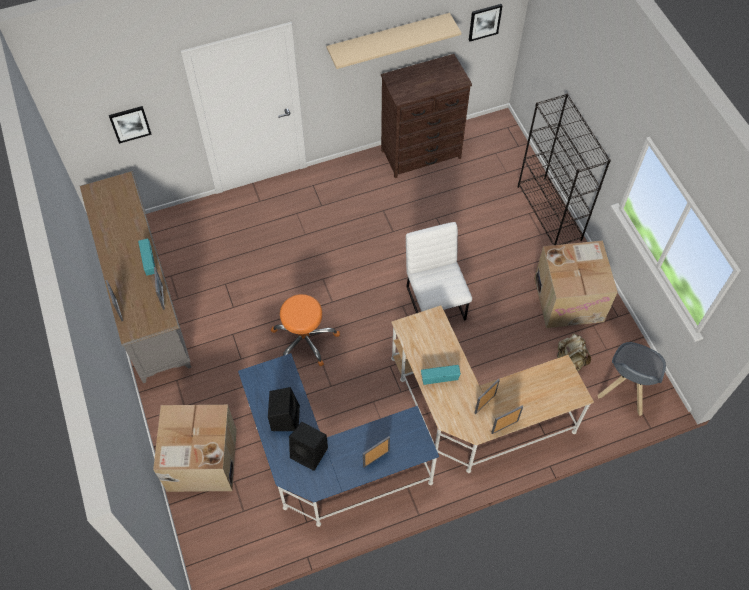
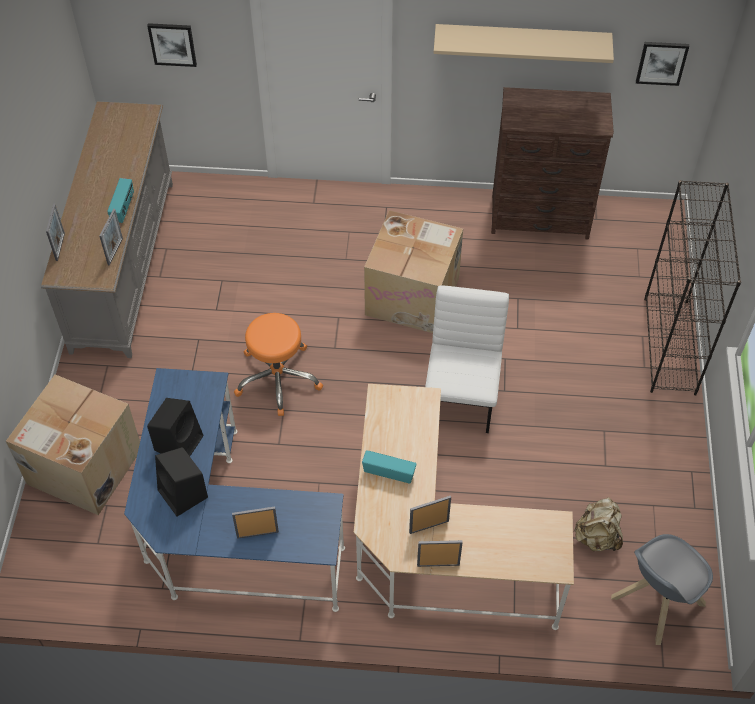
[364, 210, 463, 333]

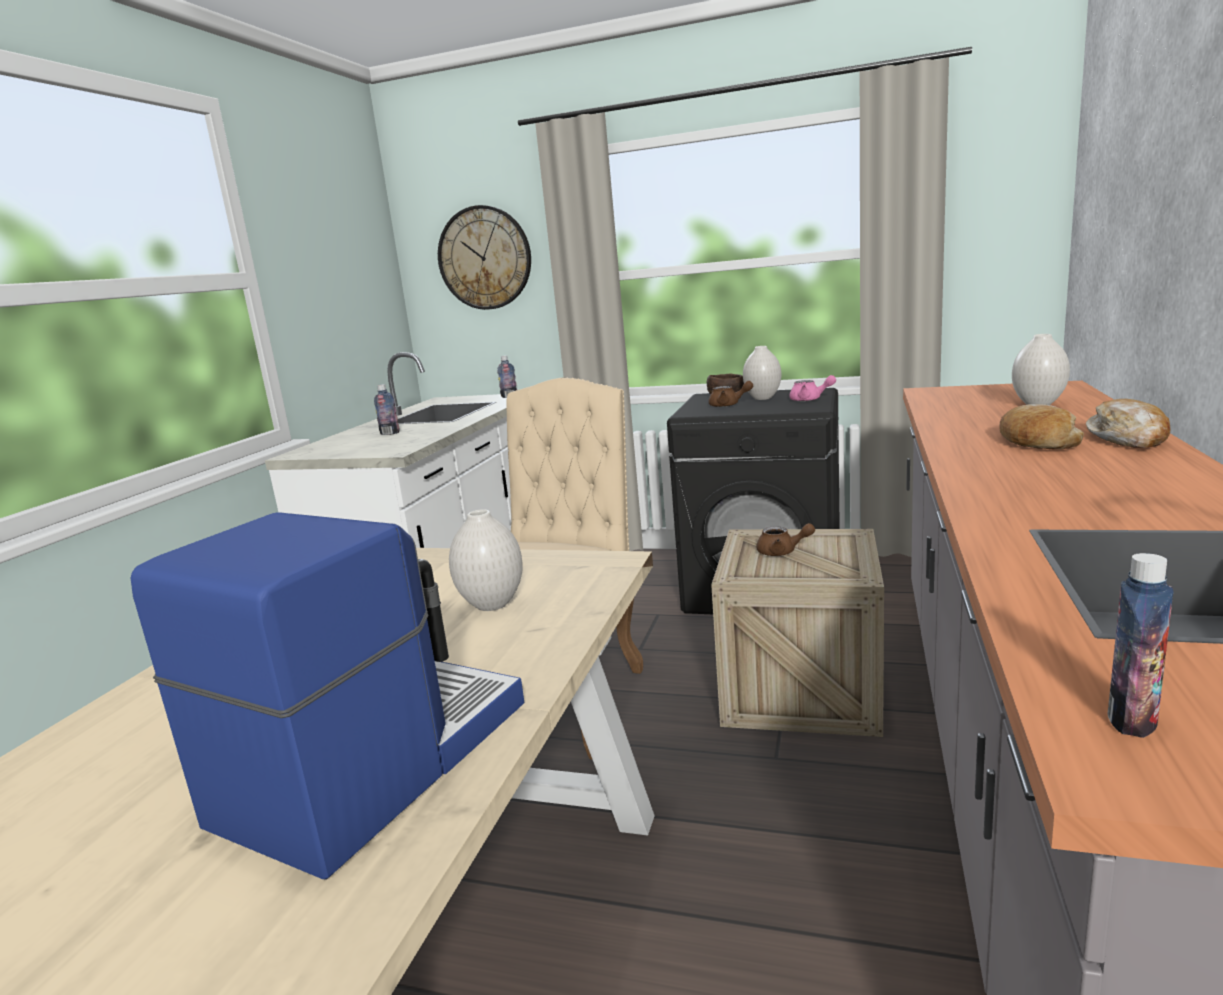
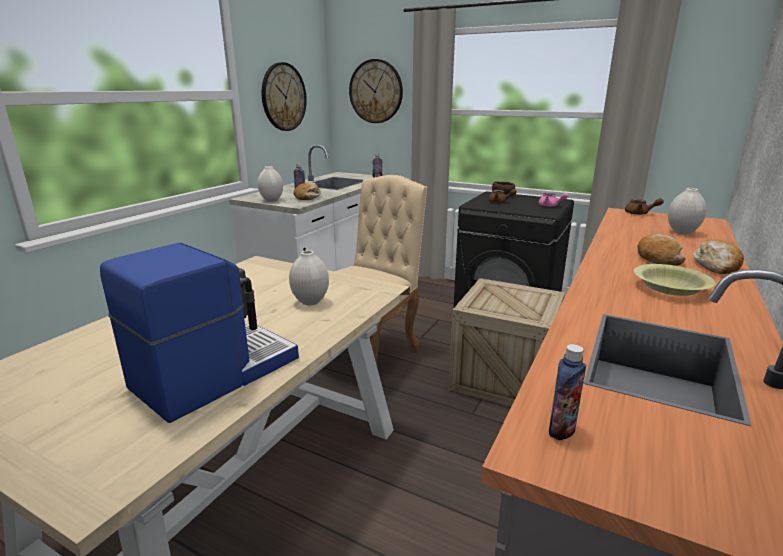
[258, 166, 283, 202]
[262, 62, 307, 131]
[294, 182, 321, 200]
[625, 198, 664, 215]
[634, 264, 715, 296]

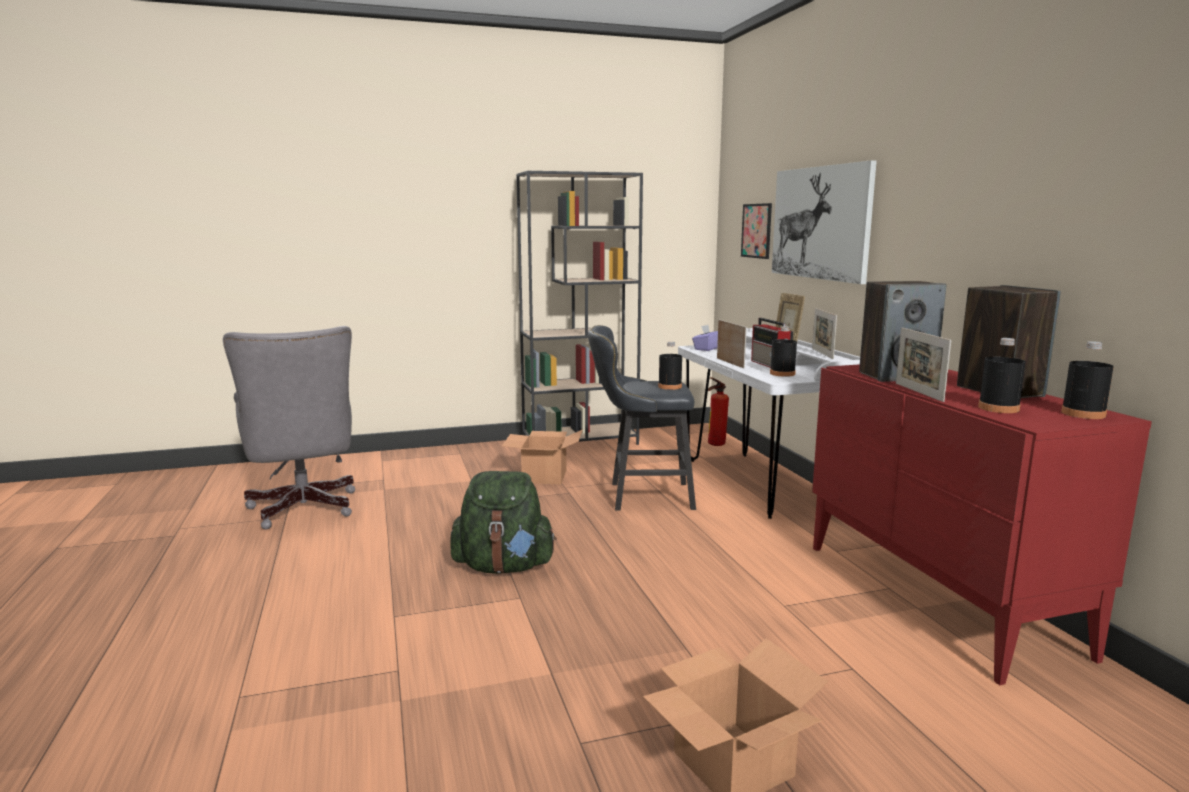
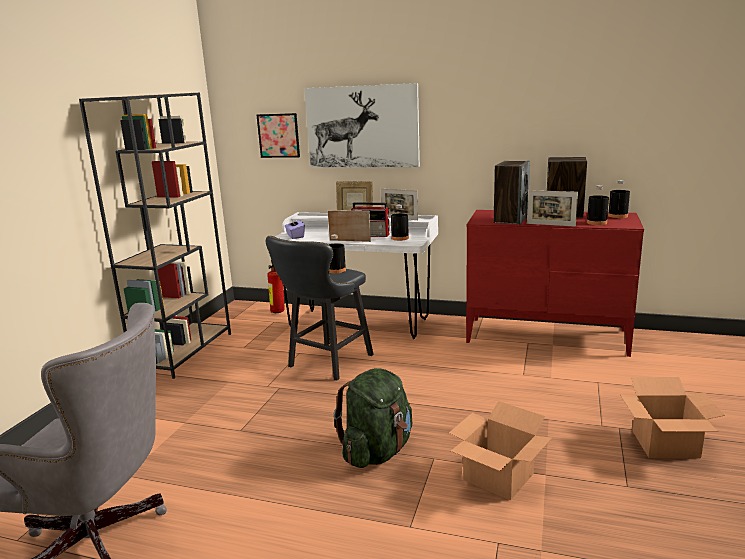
[449, 401, 552, 501]

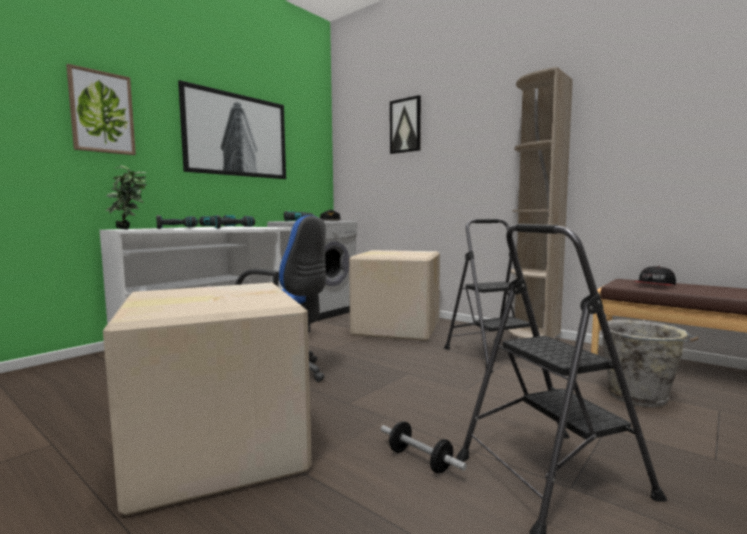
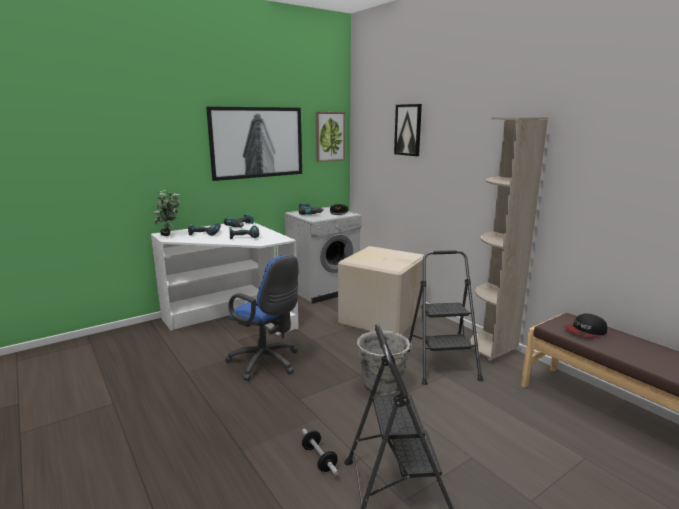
[316, 112, 345, 162]
[357, 330, 412, 396]
[103, 283, 312, 516] (first image)

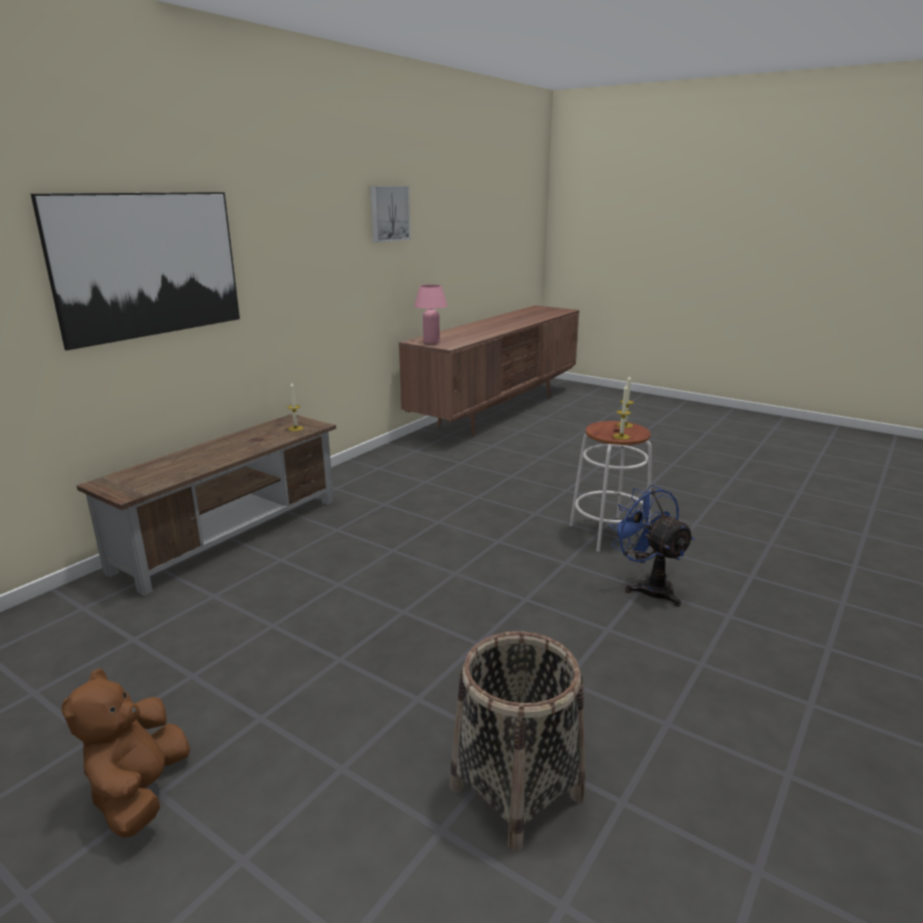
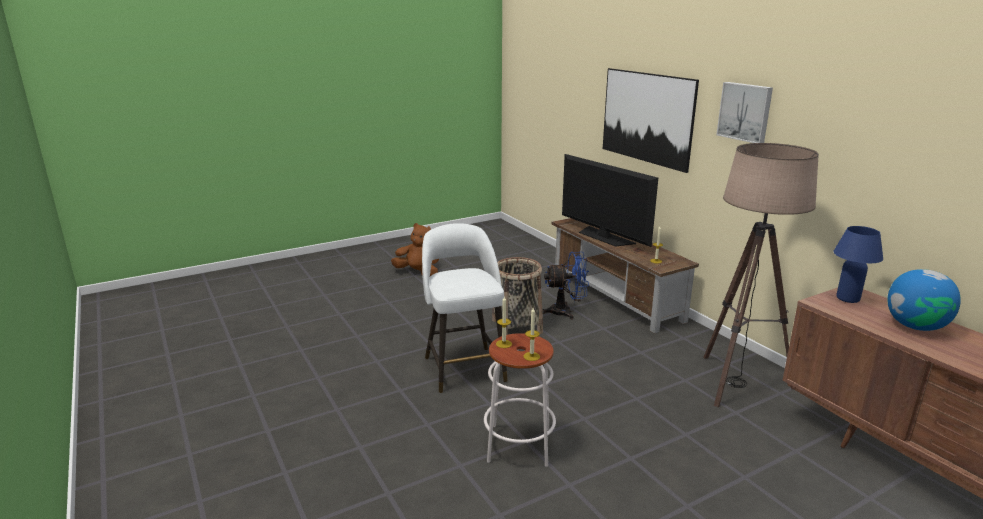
[422, 223, 508, 393]
[492, 257, 543, 335]
[542, 252, 589, 319]
[562, 154, 658, 247]
[703, 143, 819, 407]
[716, 82, 773, 143]
[833, 226, 883, 303]
[887, 269, 961, 331]

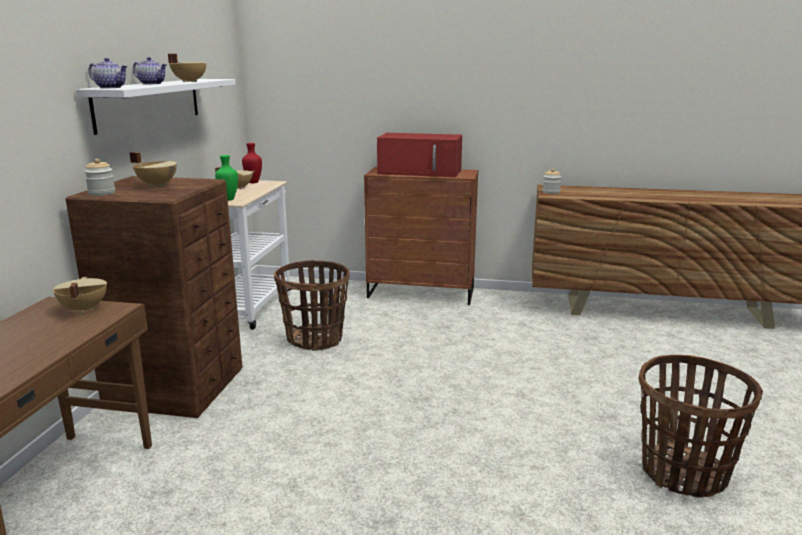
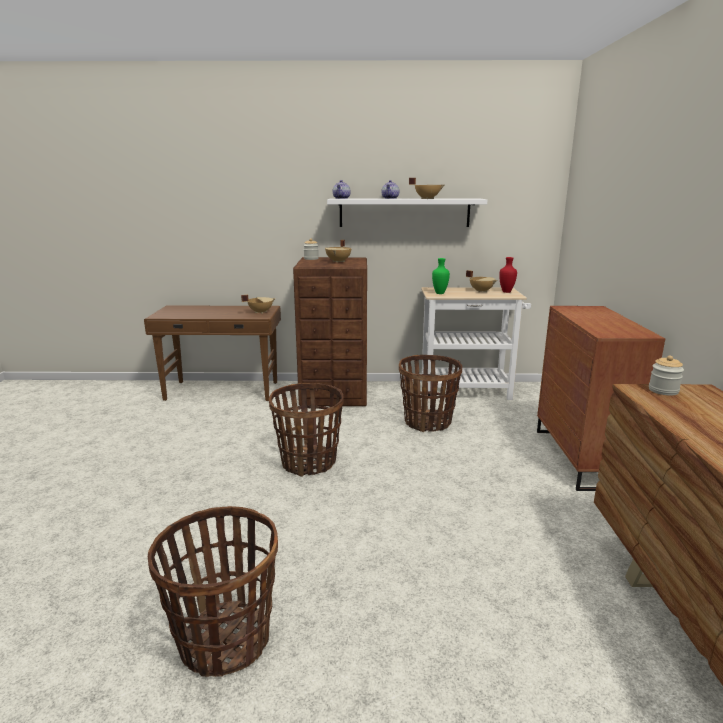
[269, 383, 344, 477]
[377, 133, 462, 177] (first image)

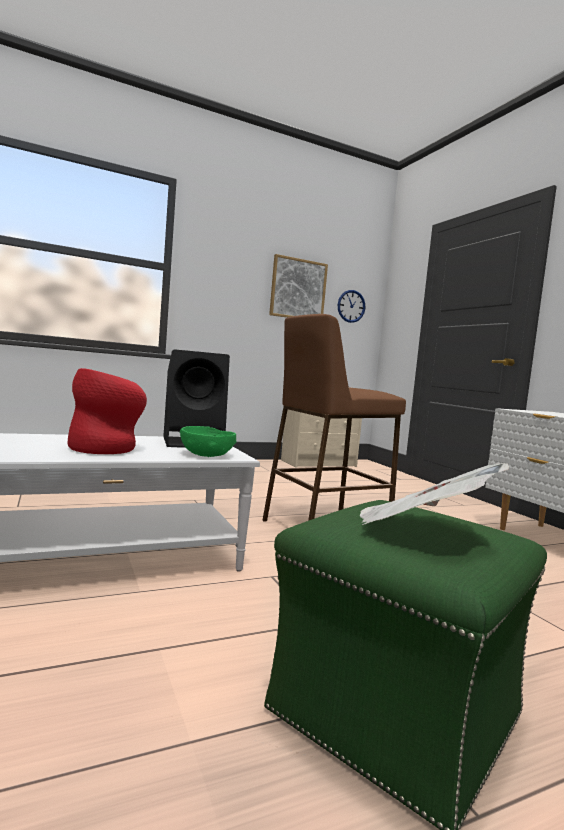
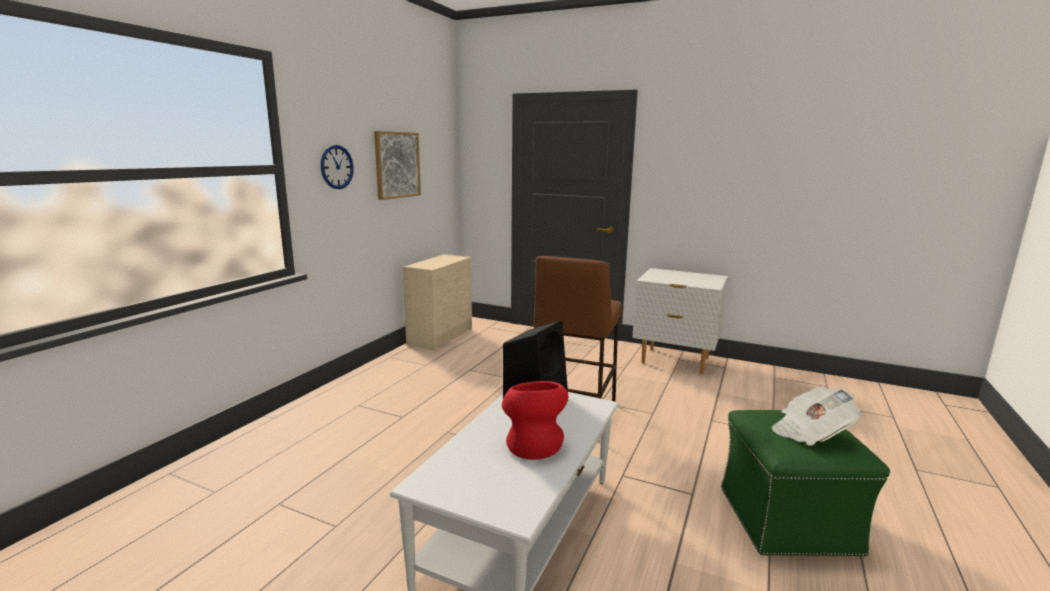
[321, 145, 354, 189]
[179, 426, 236, 457] (first image)

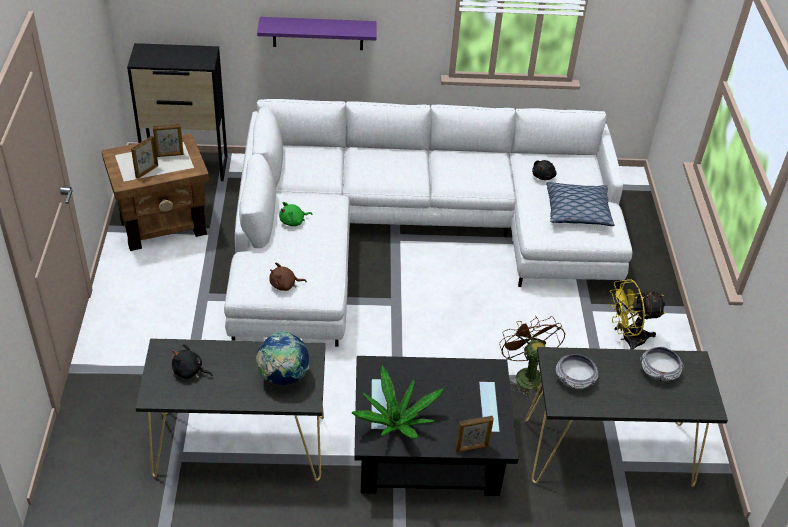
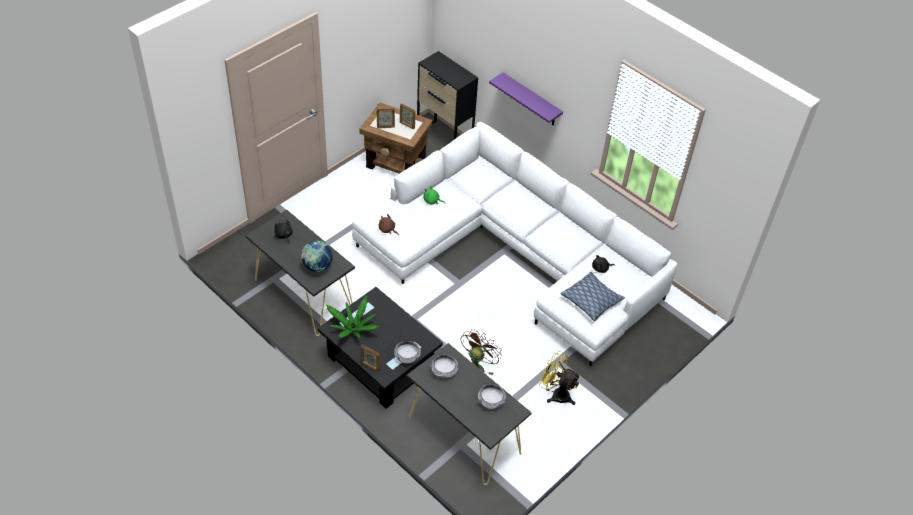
[394, 341, 421, 364]

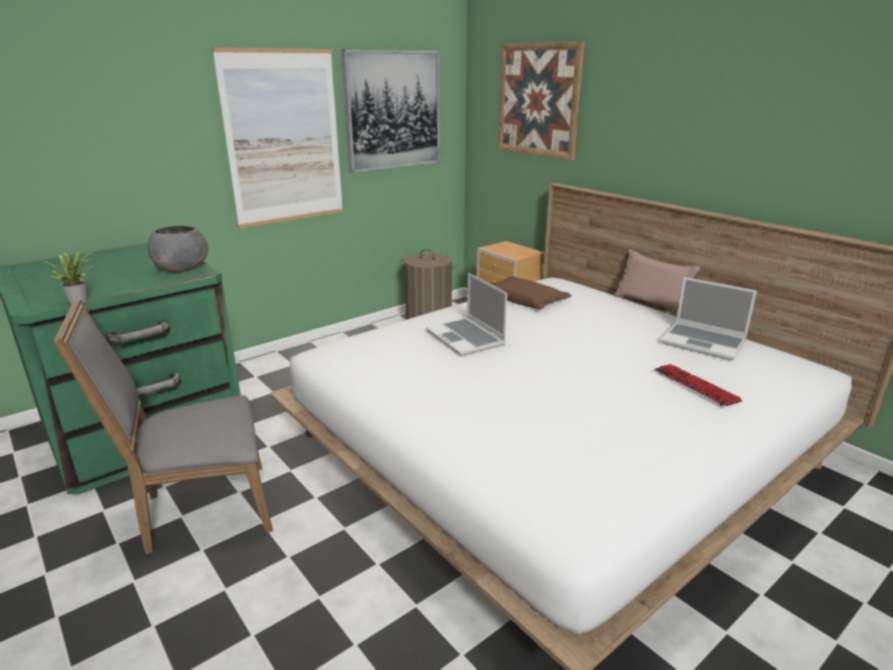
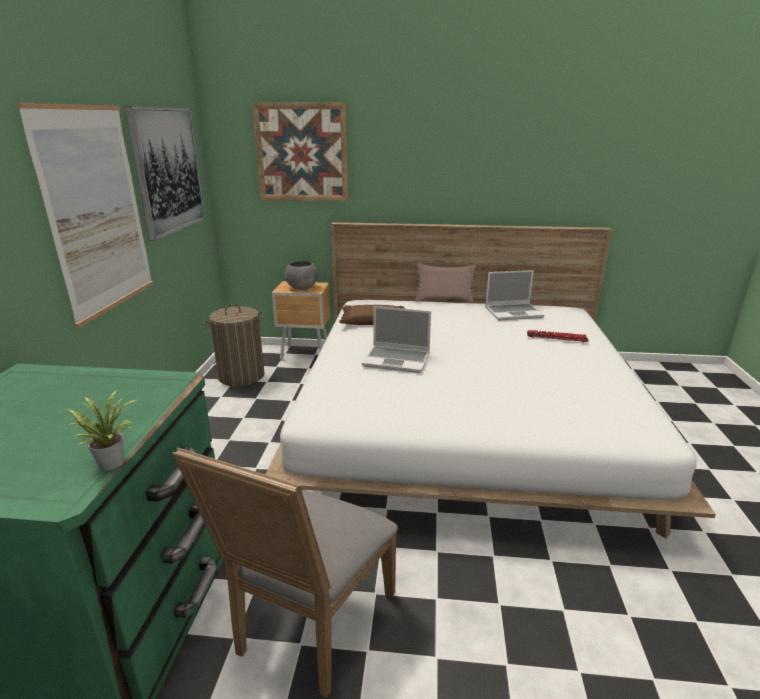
[285, 261, 318, 290]

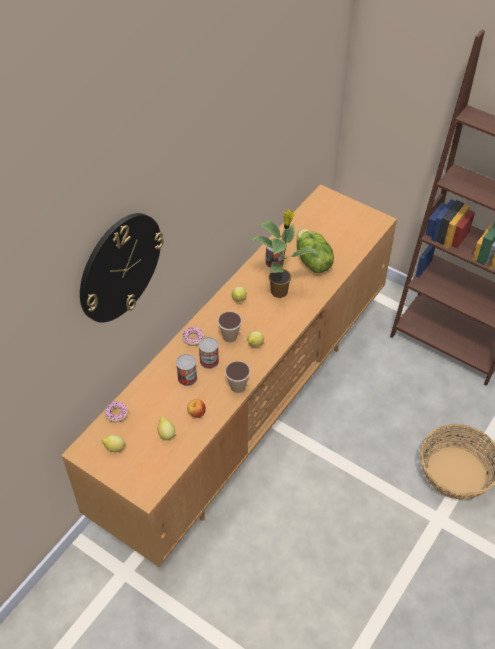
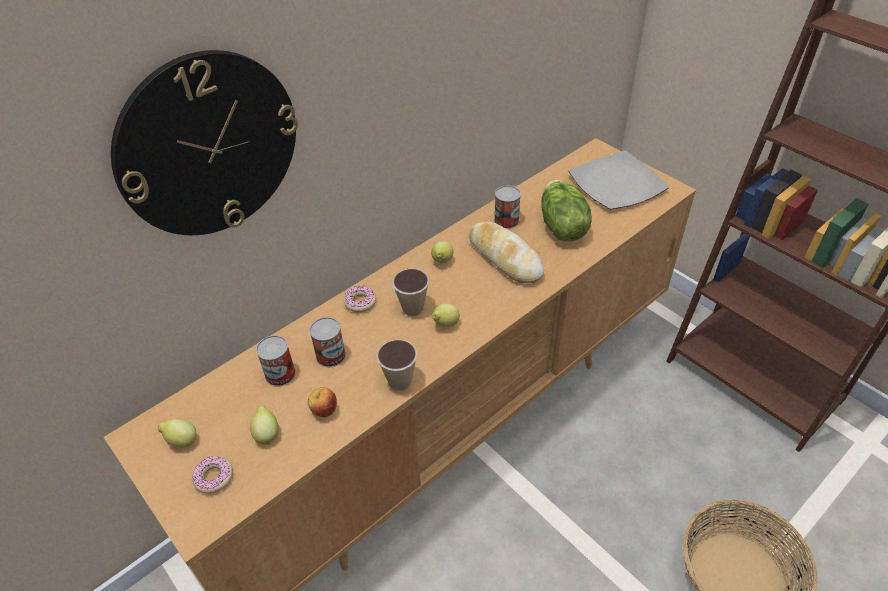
[192, 456, 233, 494]
[256, 335, 296, 387]
[469, 222, 544, 283]
[568, 151, 669, 210]

